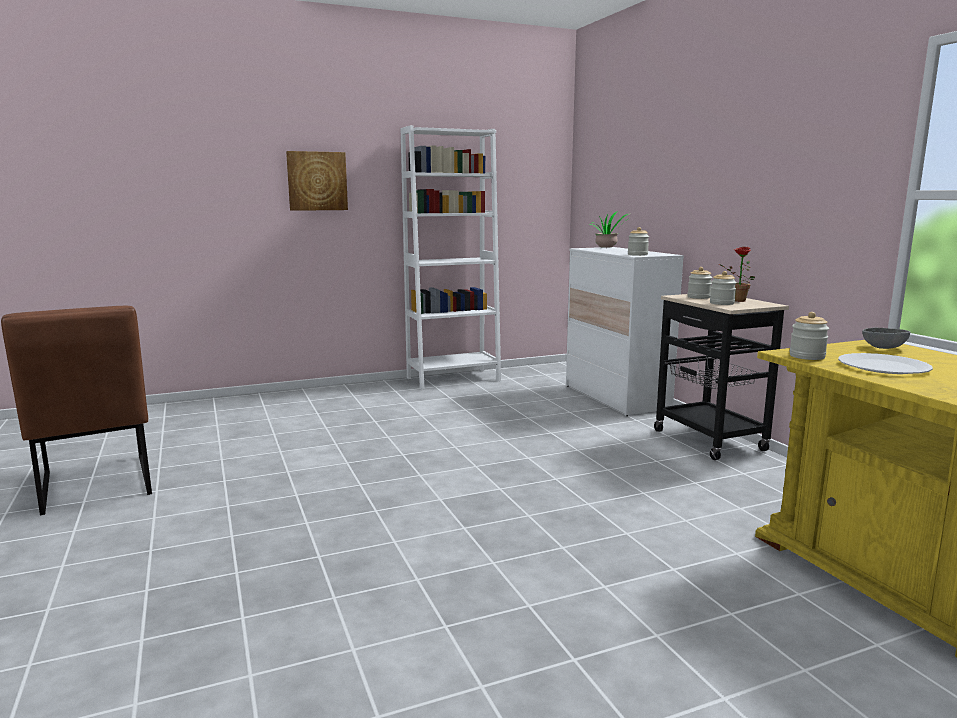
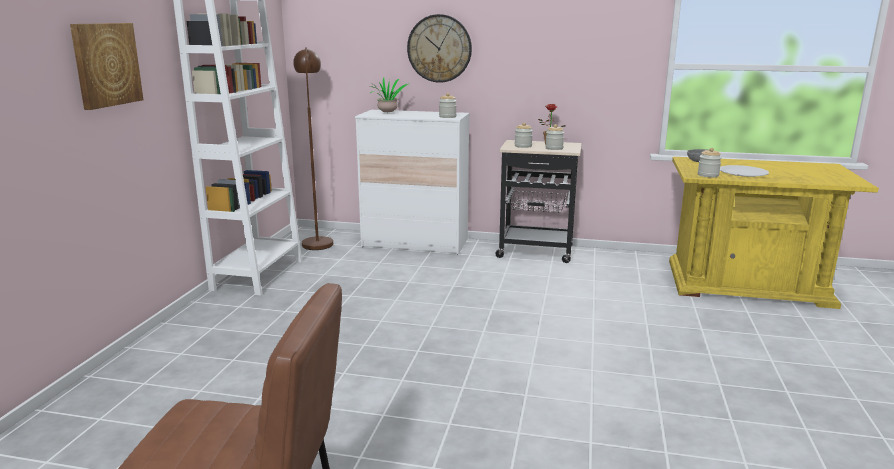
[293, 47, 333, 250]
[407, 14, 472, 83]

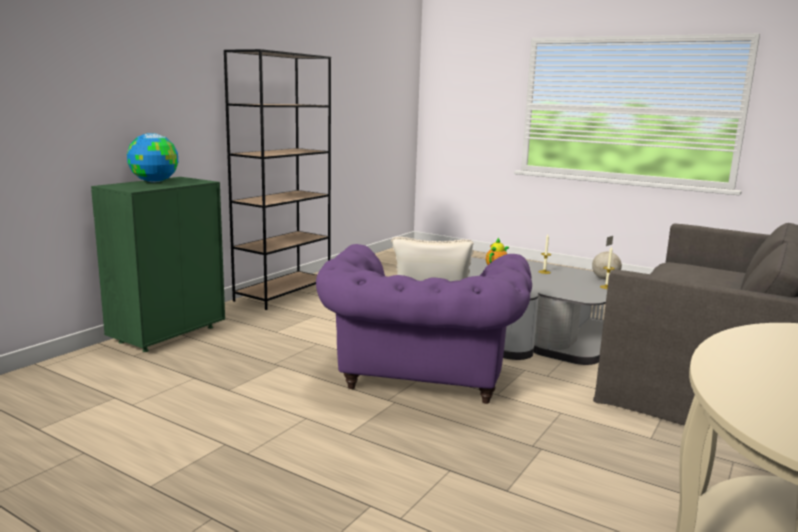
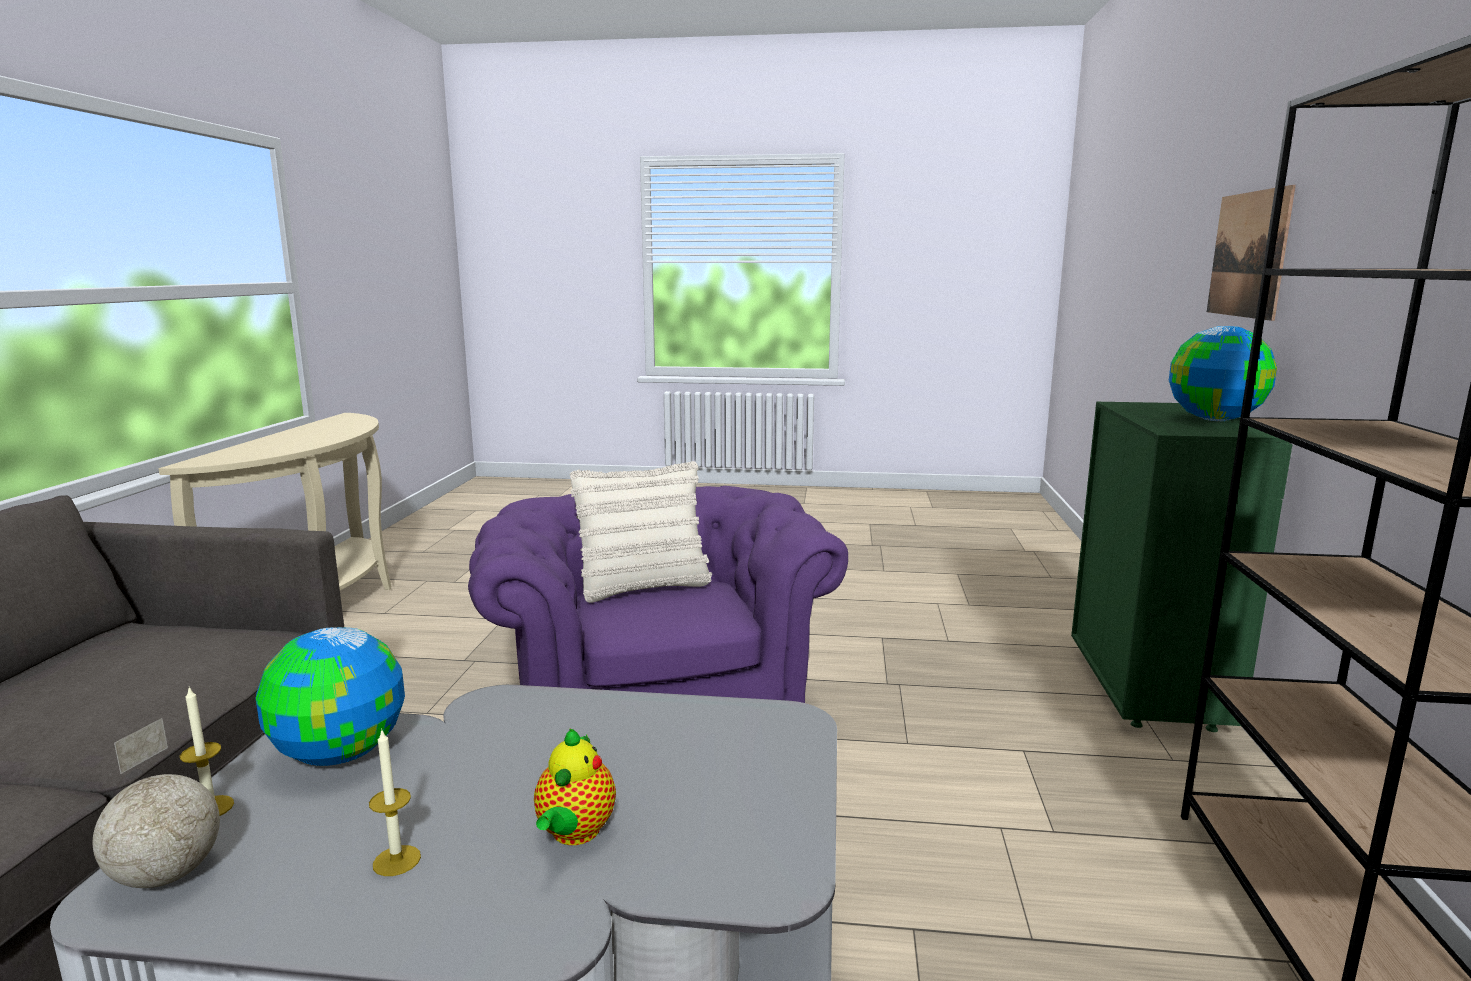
[255, 627, 405, 766]
[1207, 185, 1296, 321]

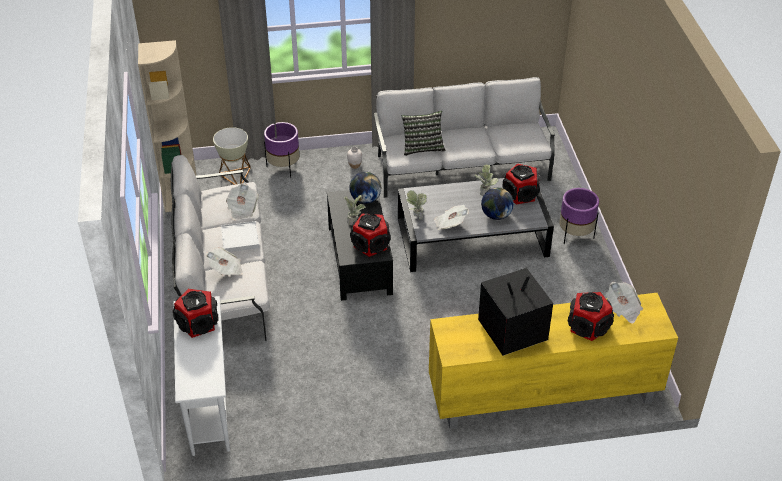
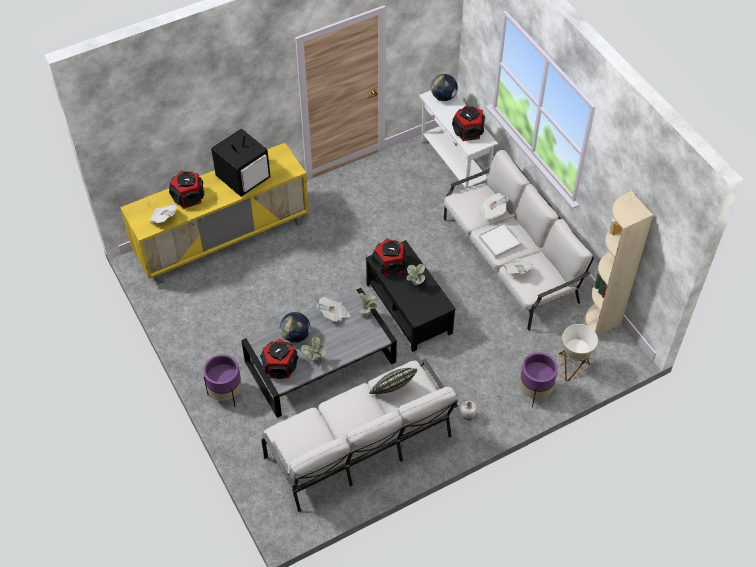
[431, 74, 458, 101]

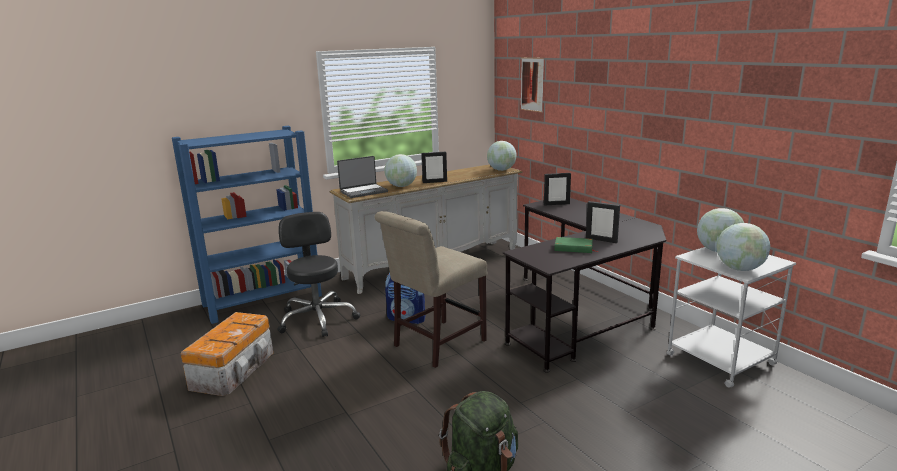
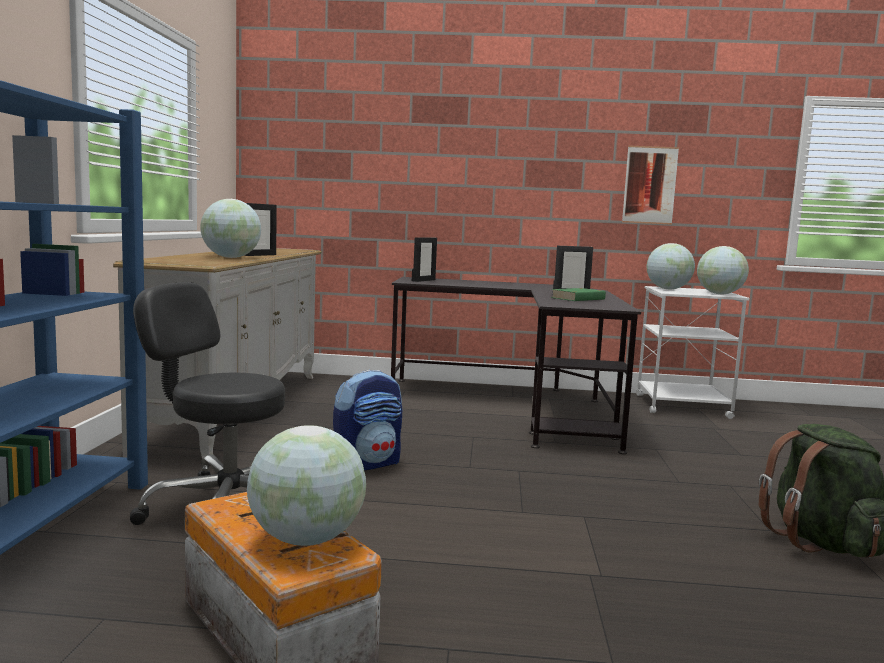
[247, 425, 366, 546]
[622, 146, 679, 225]
[337, 156, 388, 198] (first image)
[375, 211, 487, 368] (first image)

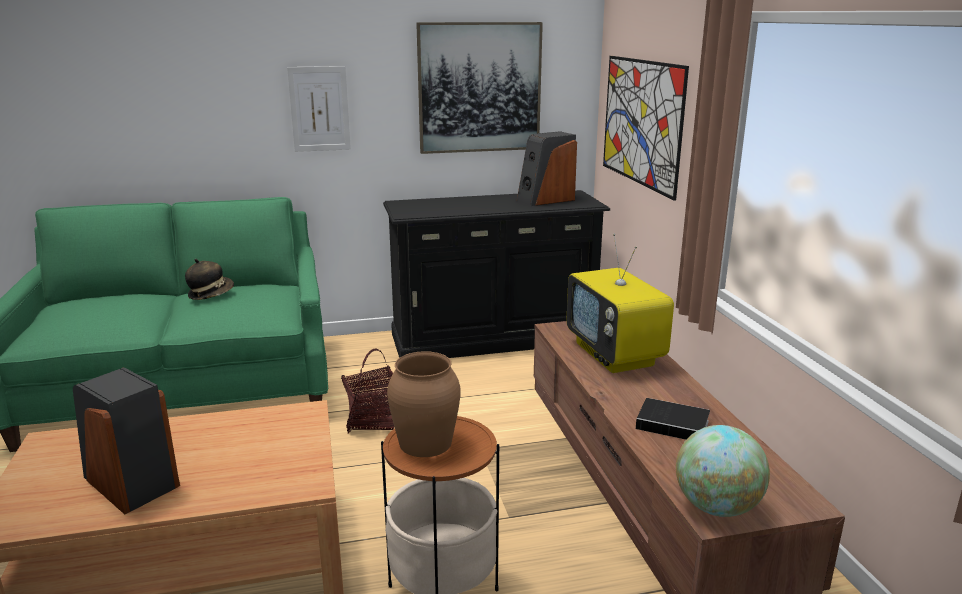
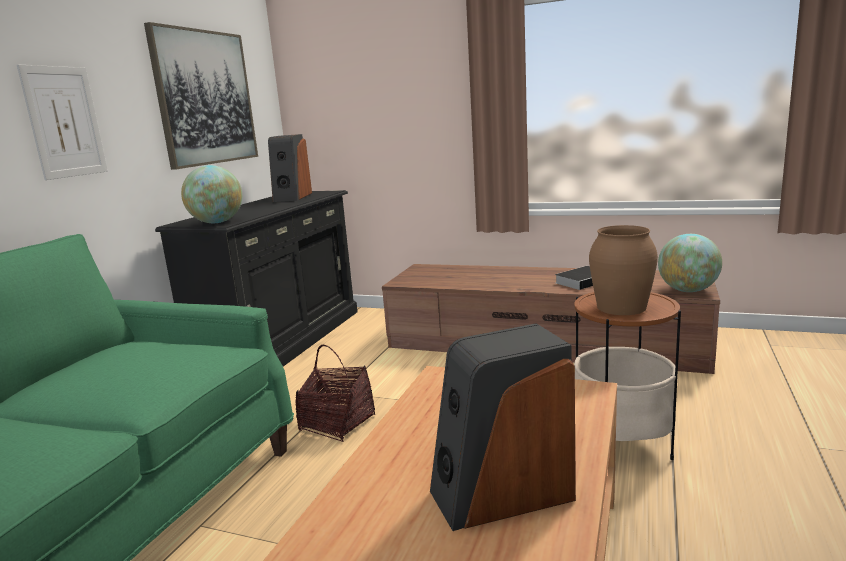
[181, 165, 242, 223]
[185, 259, 234, 300] (first image)
[566, 234, 674, 373] (first image)
[603, 56, 689, 200] (first image)

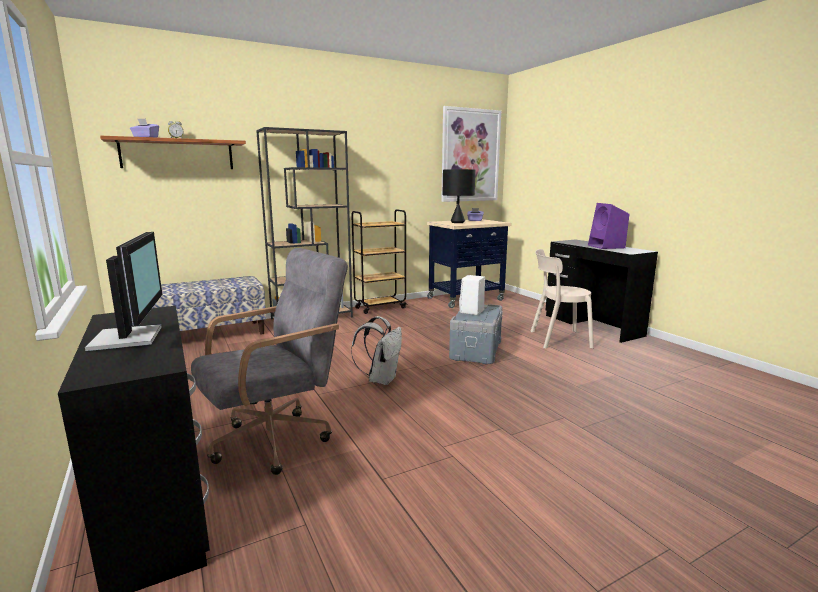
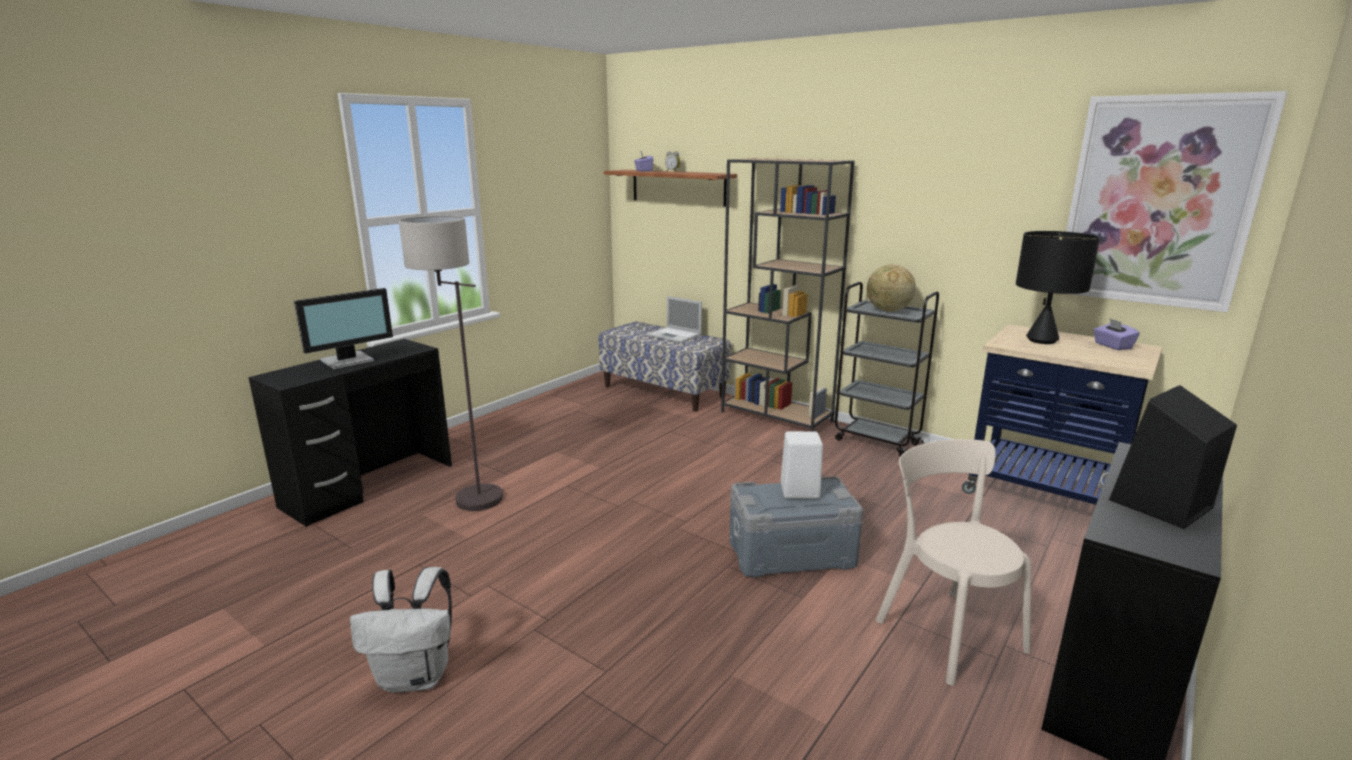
[350, 567, 452, 693]
[399, 216, 503, 511]
[647, 296, 702, 343]
[835, 282, 939, 457]
[867, 264, 916, 312]
[1109, 385, 1237, 529]

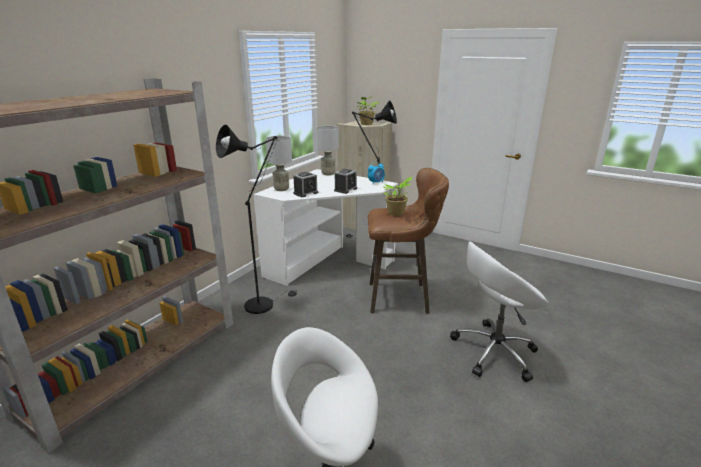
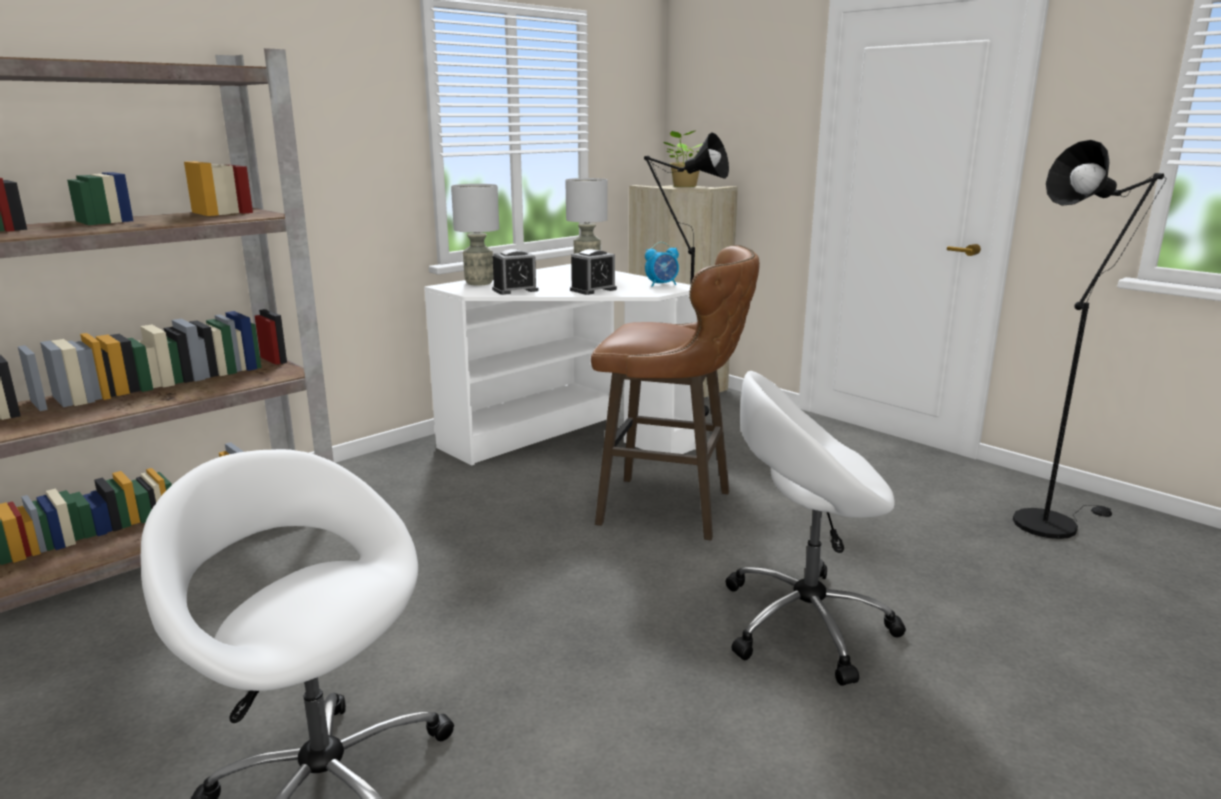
[1013, 140, 1167, 539]
[382, 177, 412, 216] (first image)

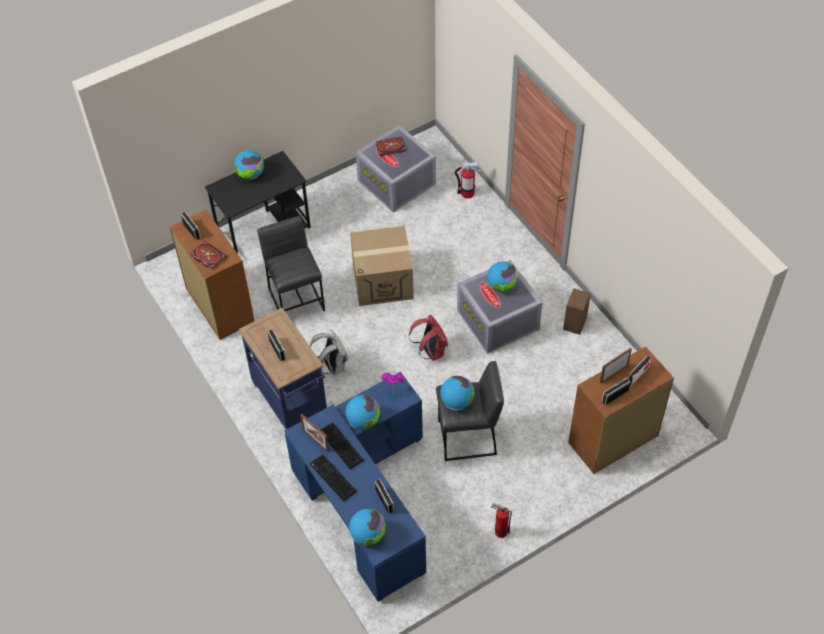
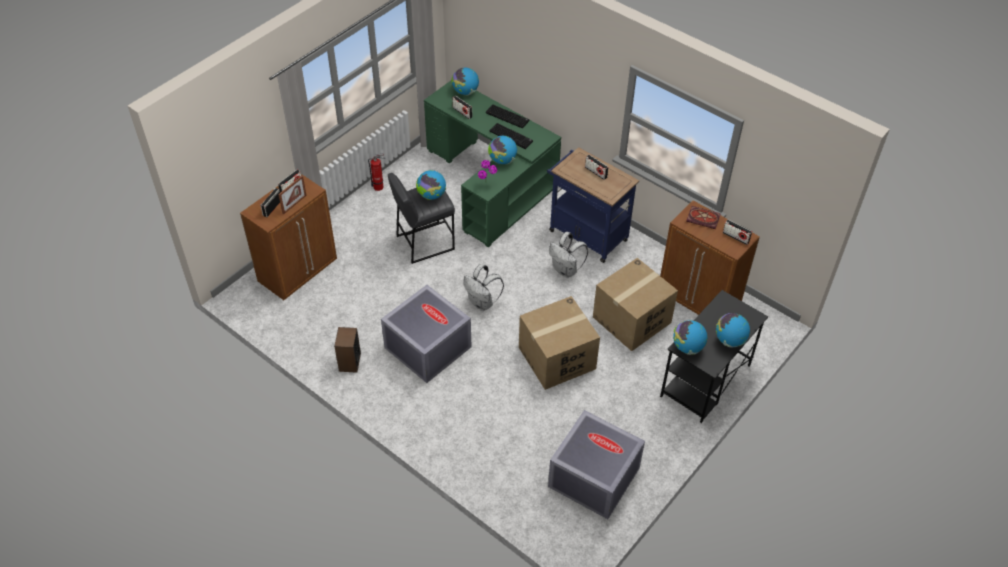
[424, 80, 561, 248]
[463, 264, 504, 311]
[593, 258, 678, 351]
[673, 320, 707, 355]
[300, 413, 329, 452] (first image)
[376, 136, 406, 156] (first image)
[455, 162, 481, 199] (first image)

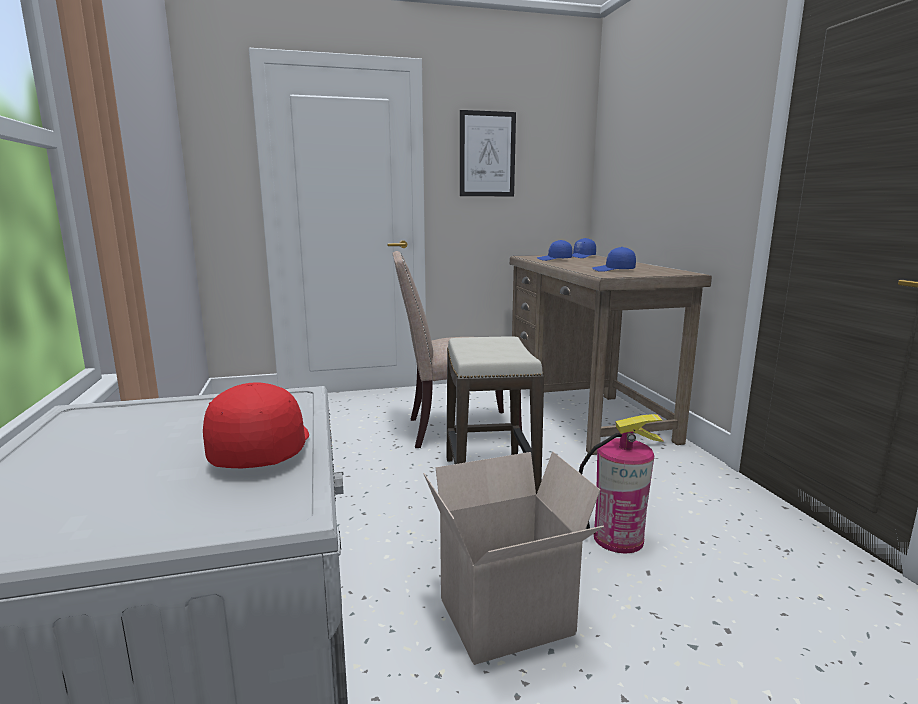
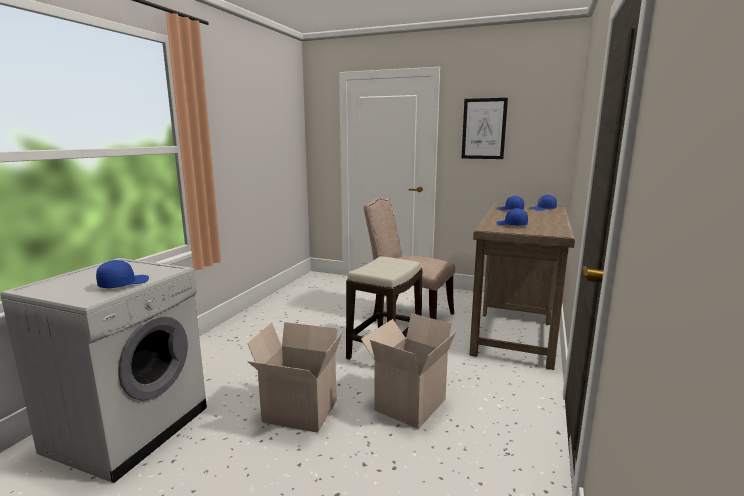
[96, 260, 149, 288]
[361, 313, 456, 429]

